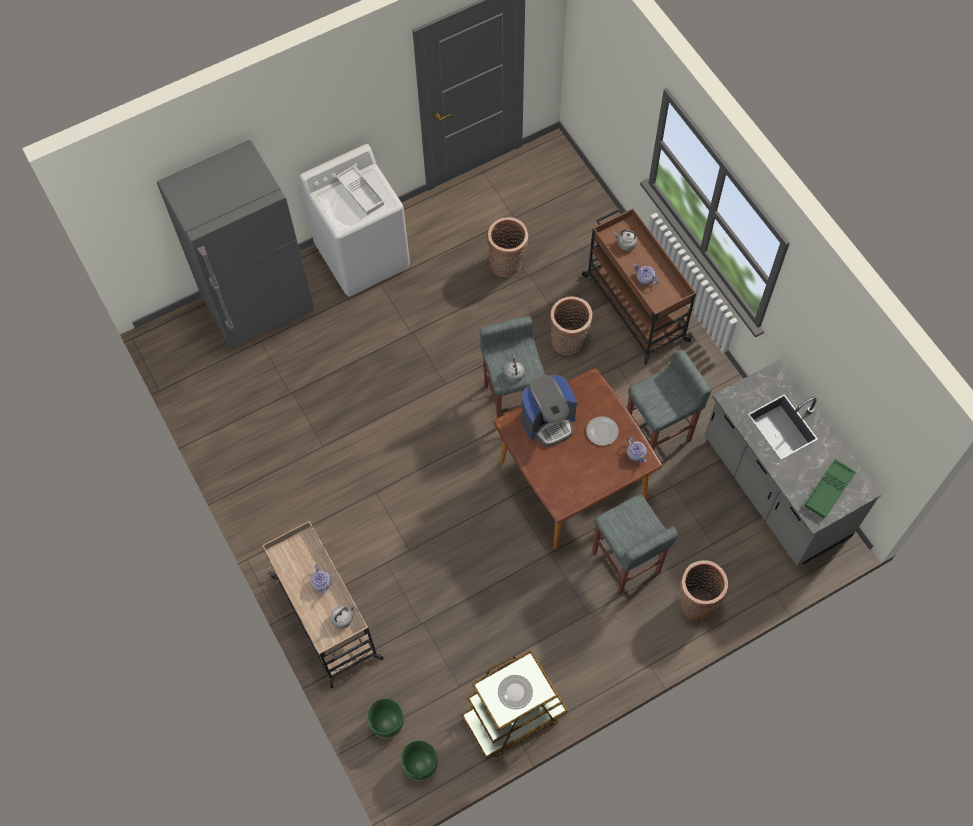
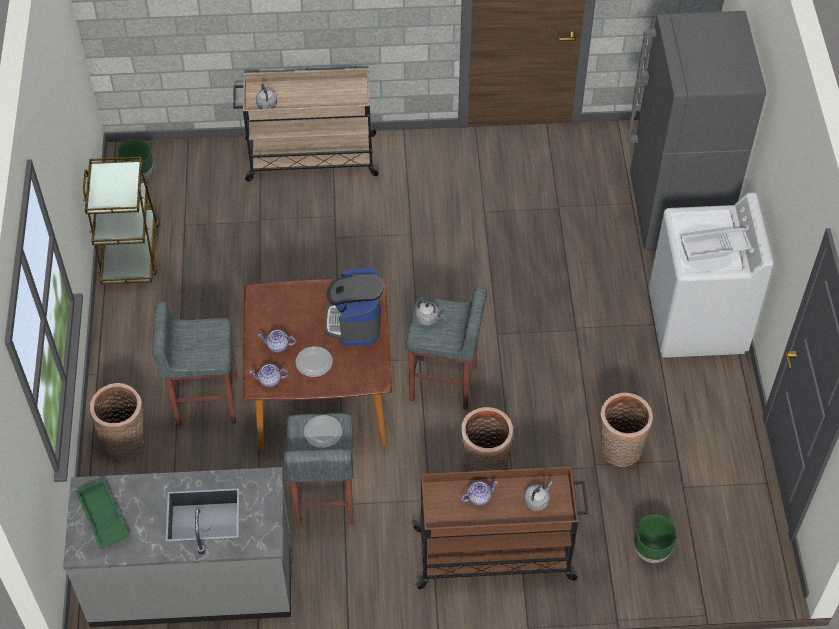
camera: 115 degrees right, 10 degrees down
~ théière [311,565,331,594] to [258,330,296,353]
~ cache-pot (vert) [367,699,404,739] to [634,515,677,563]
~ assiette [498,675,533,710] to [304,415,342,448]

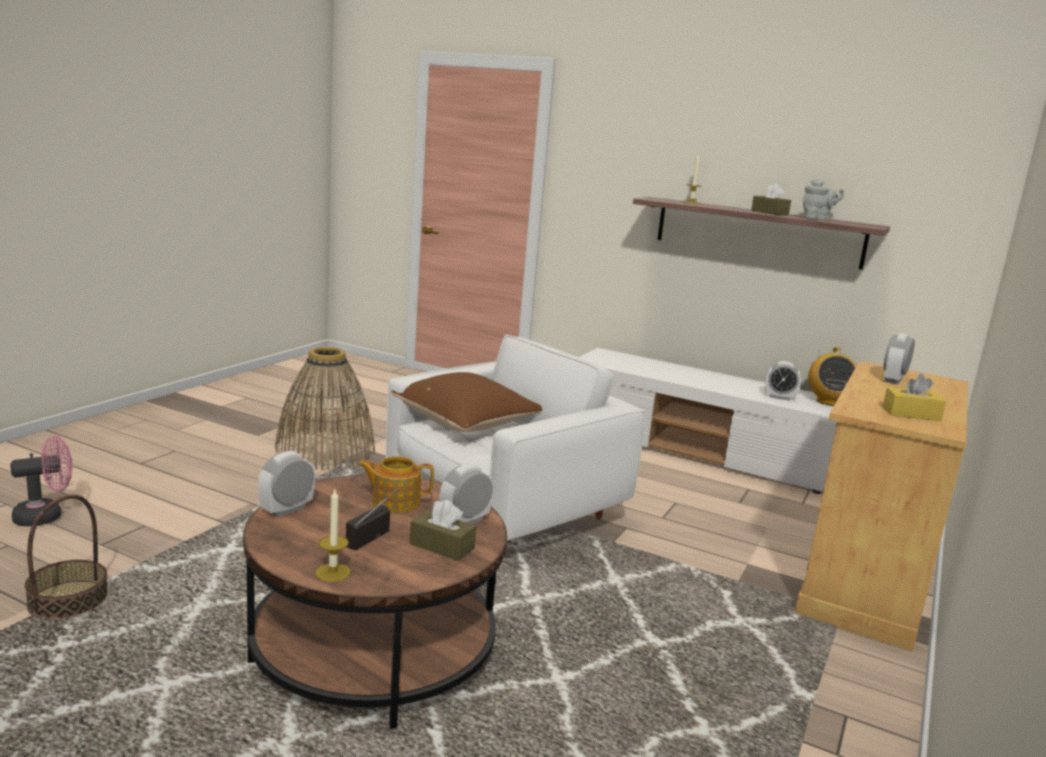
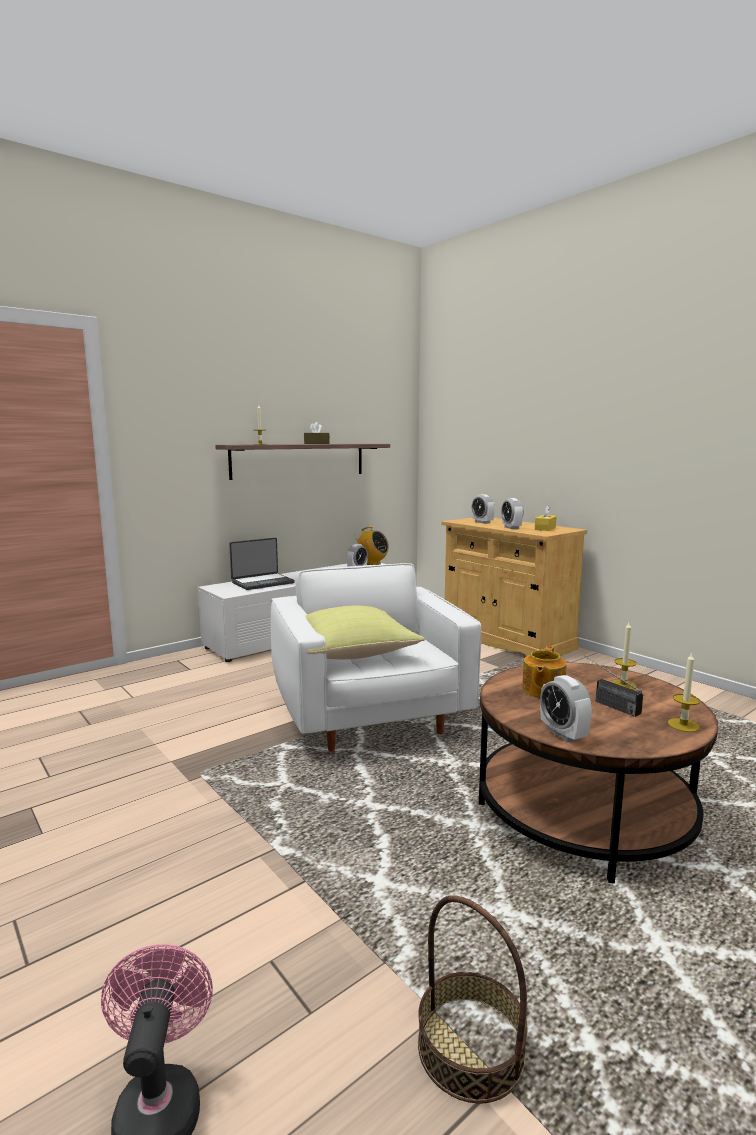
camera: 65 degrees left, 5 degrees down
- panier [275,347,375,470]
- théière (gris) [803,180,844,220]
+ ordinateur portable [229,538,295,590]
~ réveil [439,464,493,524] to [501,498,524,529]
~ boîte à mouchoirs (marron) [410,500,476,561] to bougie [611,622,637,690]
~ coussin (marron) [391,372,542,432] to coussin (jaune) [306,606,425,659]

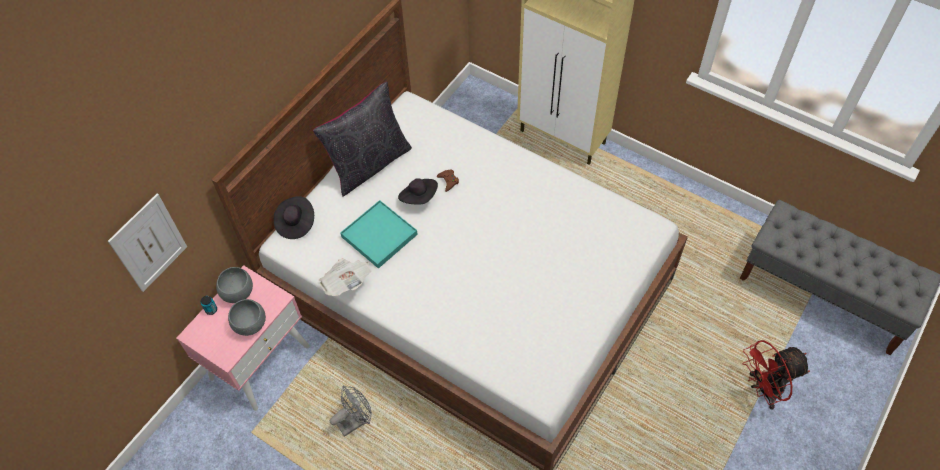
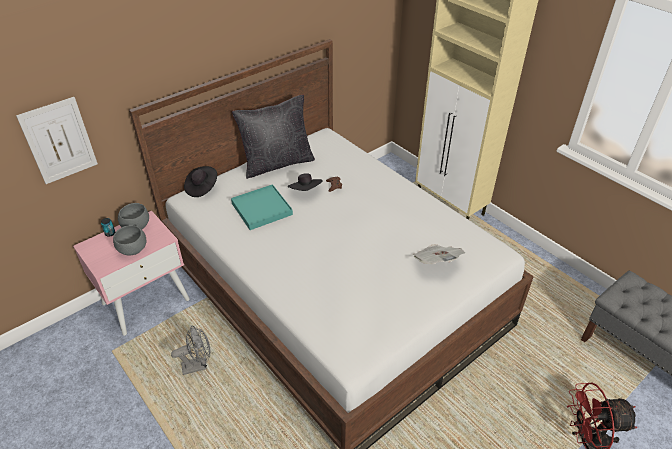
camera: 15 degrees right, 15 degrees down
~ journal [319,258,371,296] to [412,244,466,264]

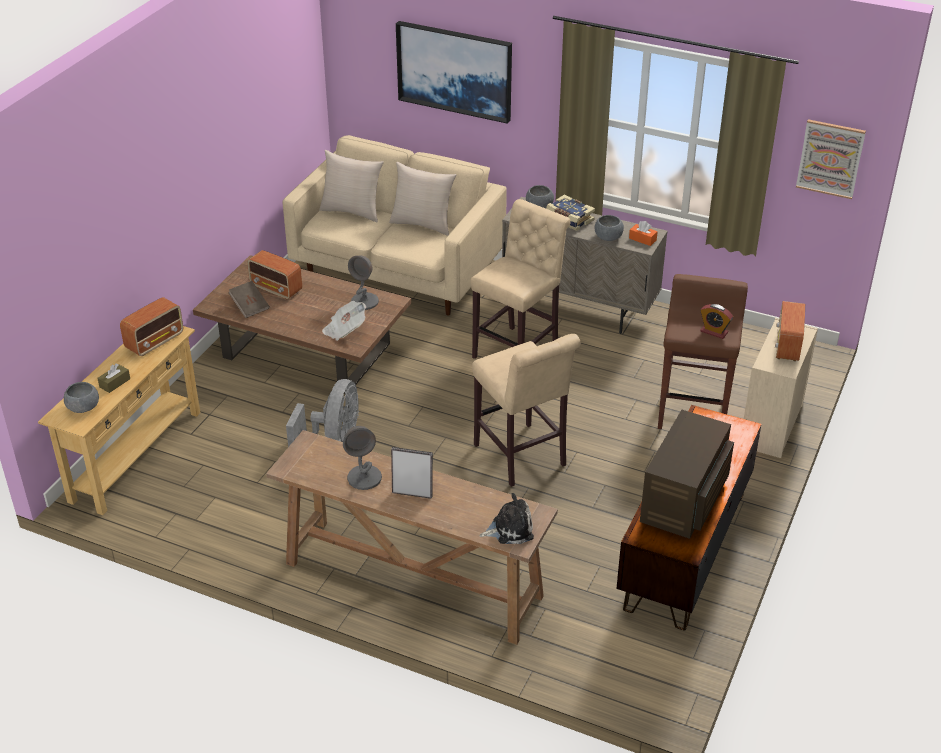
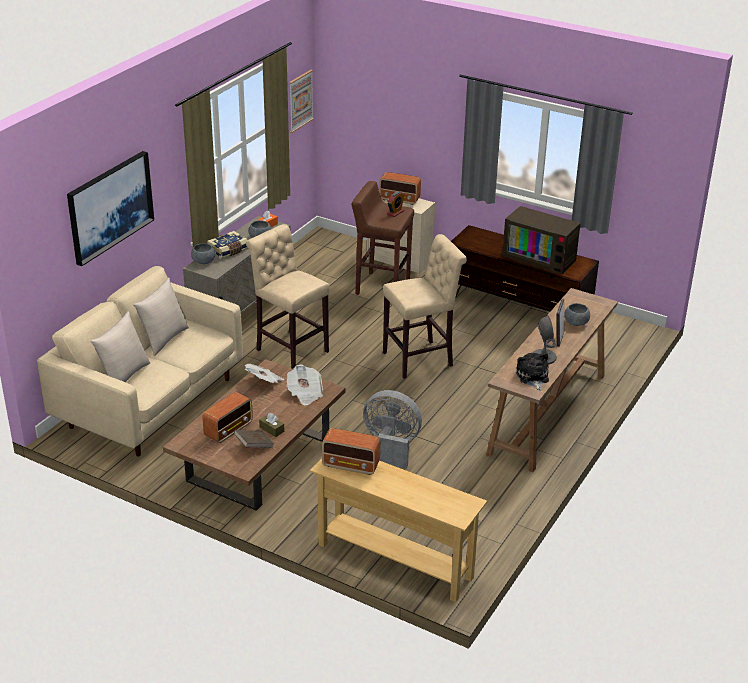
camera: 85 degrees left, 5 degrees down
~ bol (gris) [64,382,99,413] to [564,303,590,326]
~ boîte à mouchoirs (marron) [97,363,130,393] to [259,413,284,437]
~ peluche [479,493,534,544] to [516,353,549,391]
~ lampe de table (gris) [348,255,379,310] to journal [245,364,284,383]
~ radio [120,297,183,356] = [322,428,380,475] 150 degrees clockwise

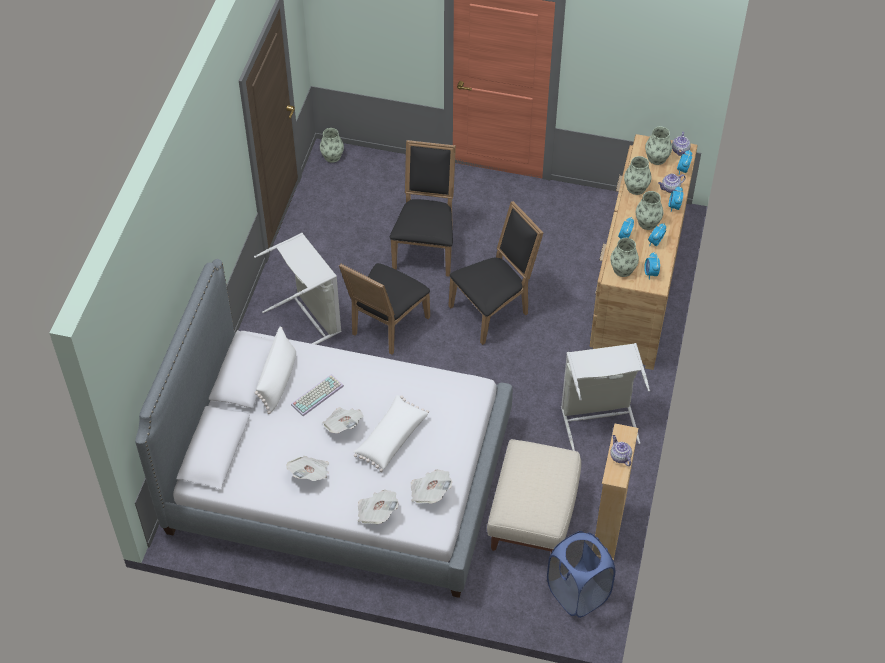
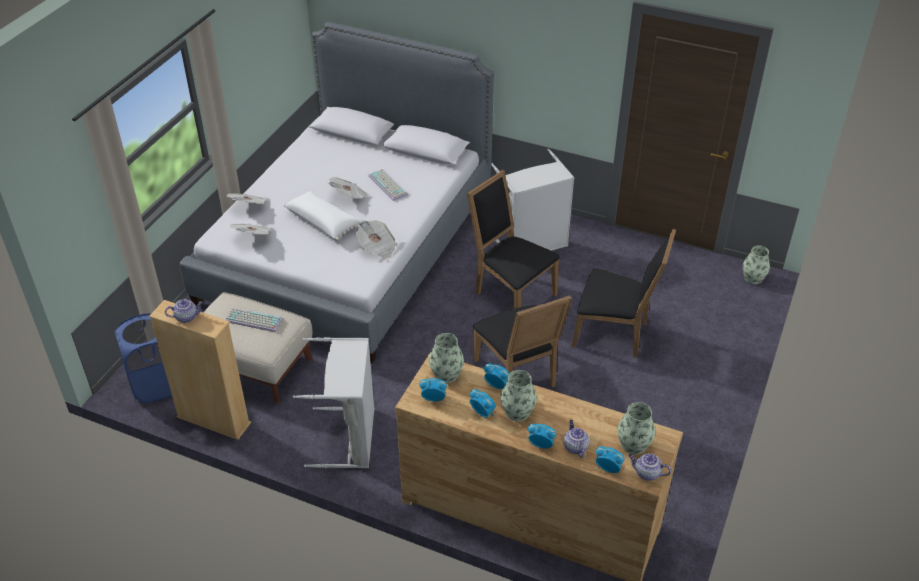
camera: 100 degrees right, 10 degrees down
- coussin (blanc) [255,327,296,414]
- vase [624,156,652,195]
+ clavier [224,307,283,332]
~ journal [286,456,329,481] to [356,220,398,260]

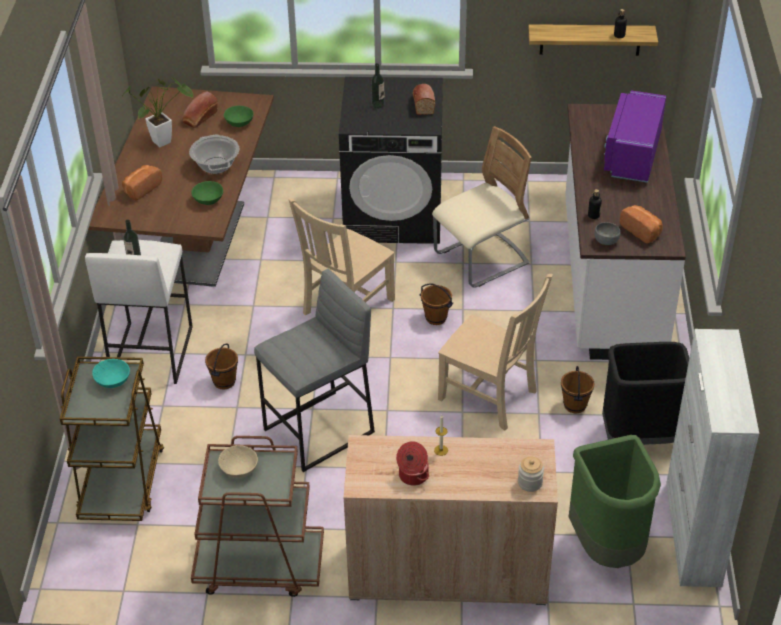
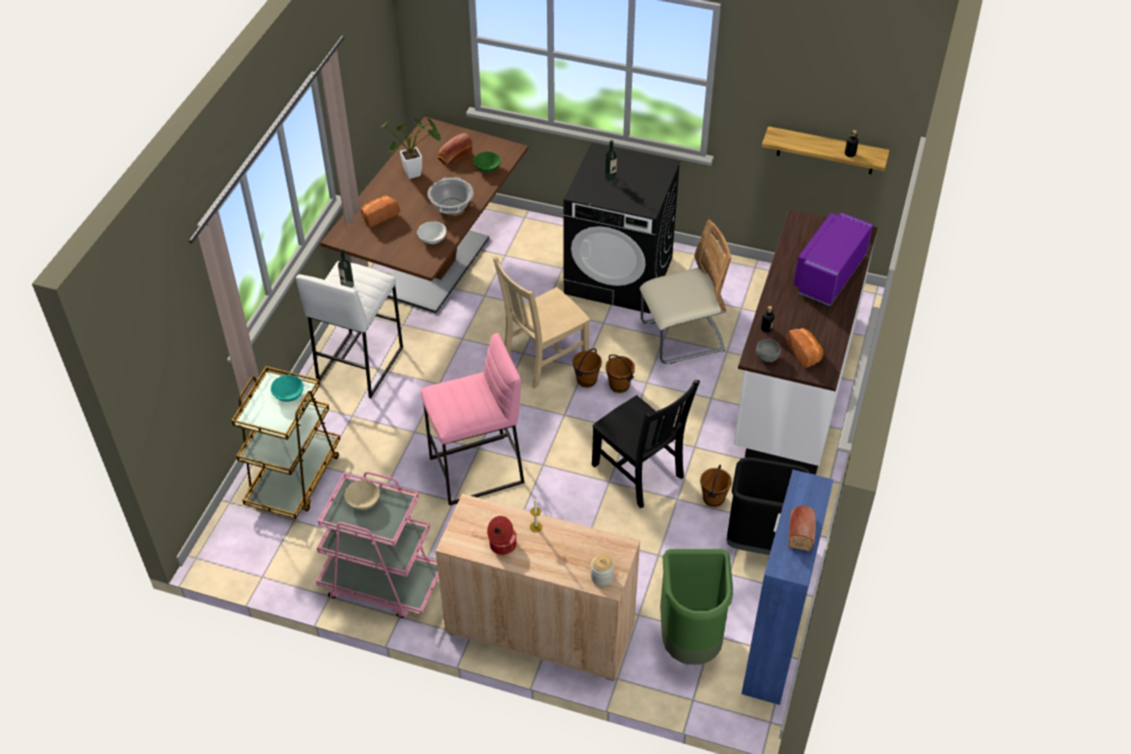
camera: 15 degrees right, 5 degrees up
~ seau (marron) [205,343,238,389] to [573,348,602,388]
~ pain [413,84,435,115] to [788,506,816,551]
~ chariot (marron) [191,436,324,597] to chariot (rose) [316,472,439,618]
~ bol (vert) [192,181,223,205] to bol (blanc) [417,221,446,244]
~ tabouret (gris) [254,269,375,472] to tabouret (rose) [421,333,525,506]
~ chaise (beige) [438,274,553,431] to chaise (noir) [592,380,700,508]
~ meuble de rangement (blanc) [666,329,759,587] to meuble de rangement (bleu) [742,470,834,705]

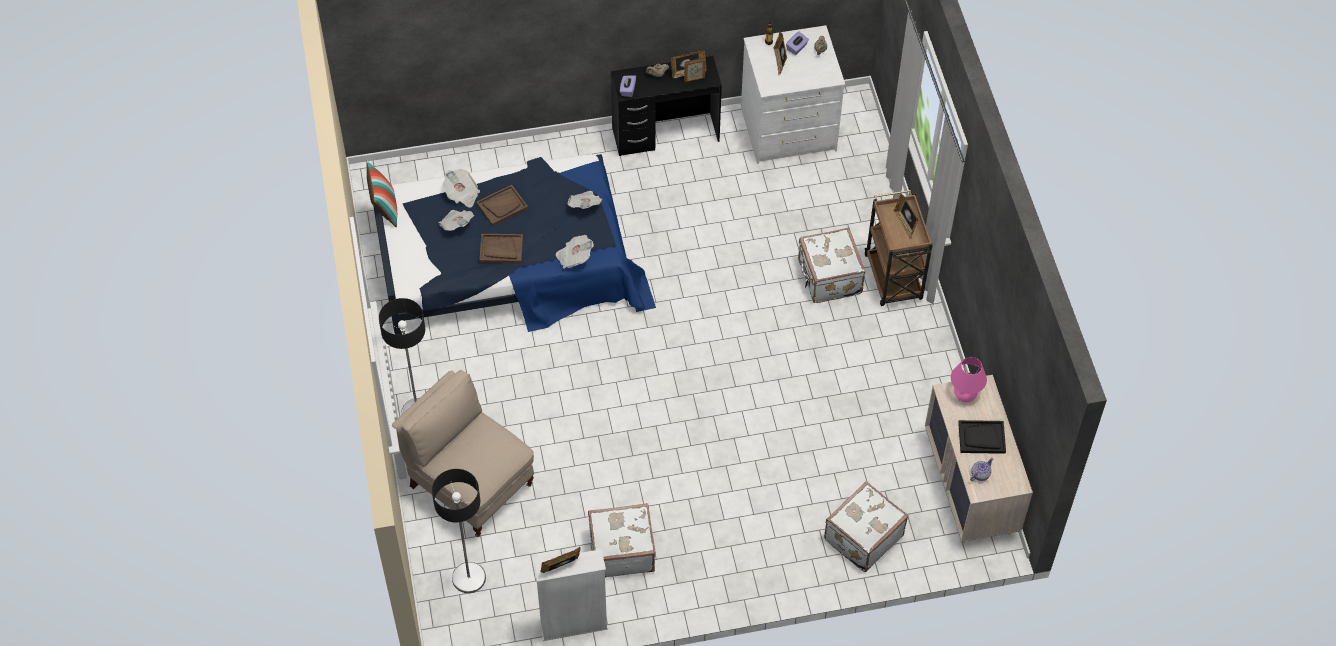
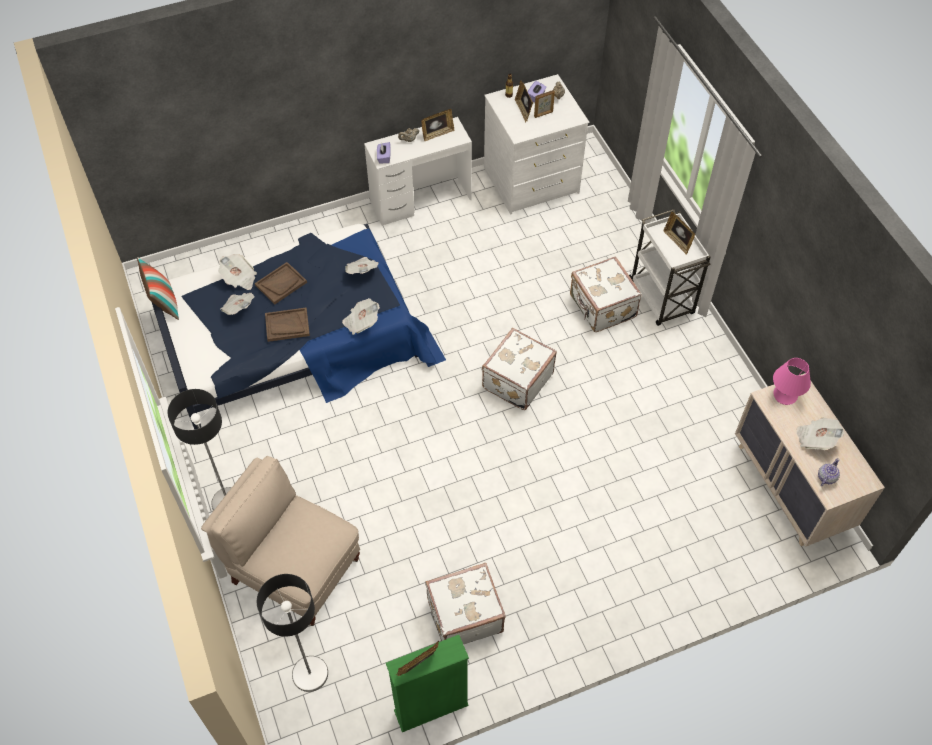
camera: 10 degrees left, 0 degrees up
~ cadre photo [684,58,706,82] to [534,90,555,118]
~ valise (blanc) [824,481,908,572] to [482,328,557,410]
~ plateau (noir) [958,420,1006,454] to journal [796,417,844,450]
~ bibliothèque (blanc) [533,549,608,641] to bibliothèque (vert) [386,635,469,732]
~ bureau (noir) [611,56,722,156] to bureau (blanc) [364,117,472,226]
~ chariot (marron) [865,190,933,306] to chariot (blanc) [629,209,711,326]

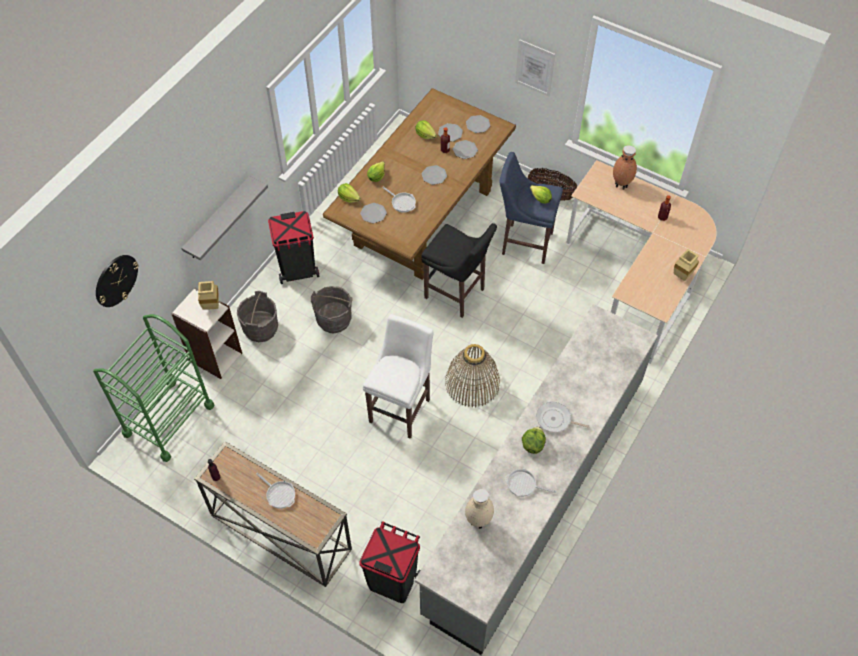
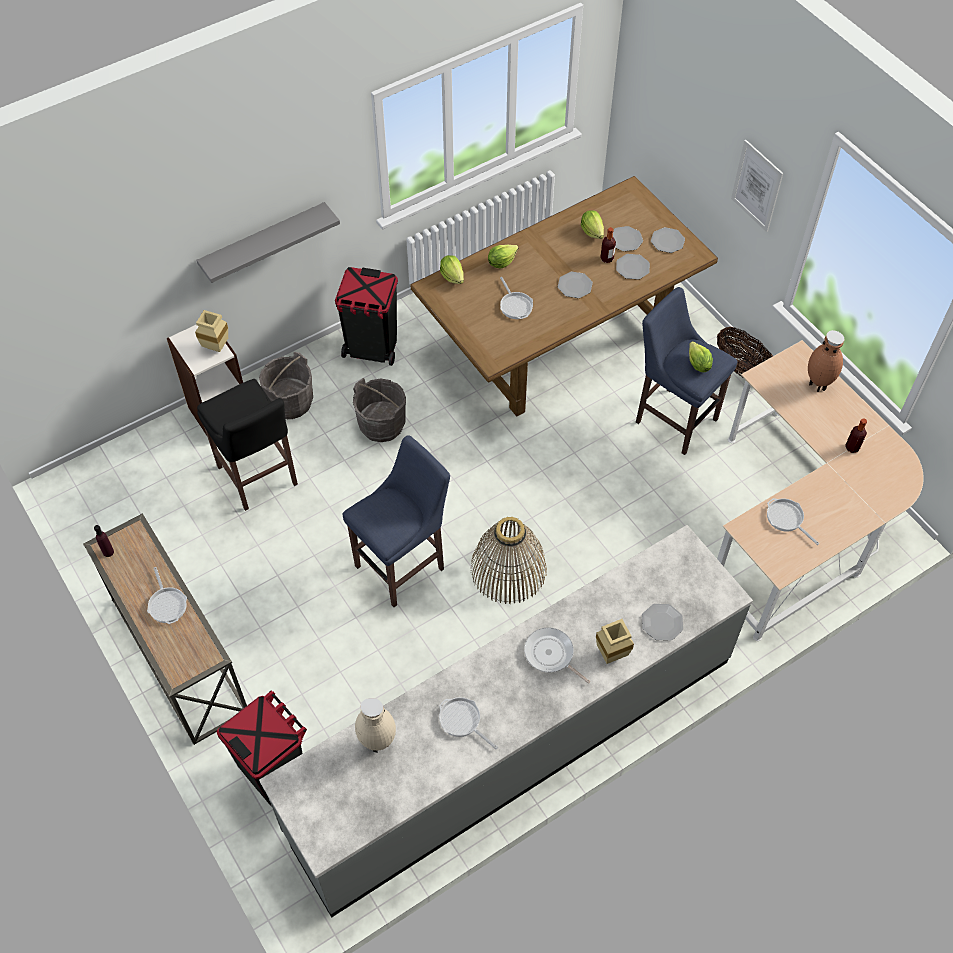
camera: 25 degrees right, 0 degrees up
- chariot (vert) [93,314,214,462]
- horloge murale [96,255,139,307]
- laitue [522,427,546,454]
+ poêle [767,498,819,545]
~ assiette [360,203,387,223] to [642,604,683,641]
~ tabouret (noir) [421,223,497,318] to [197,379,298,511]
~ vase (beige) [674,249,699,281] to [596,619,634,664]
~ tabouret (blanc) [363,314,433,439] to tabouret (bleu) [343,436,450,607]

